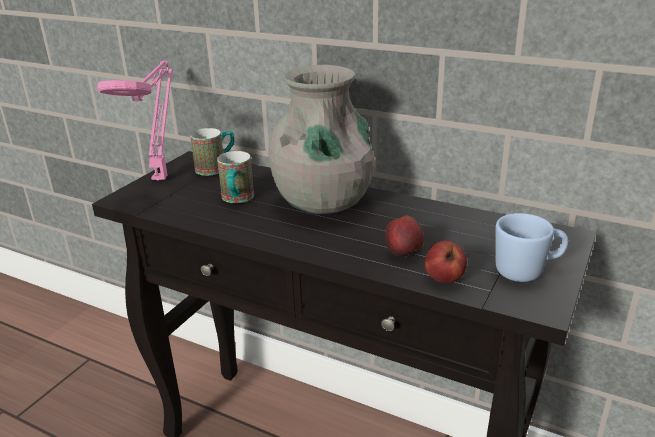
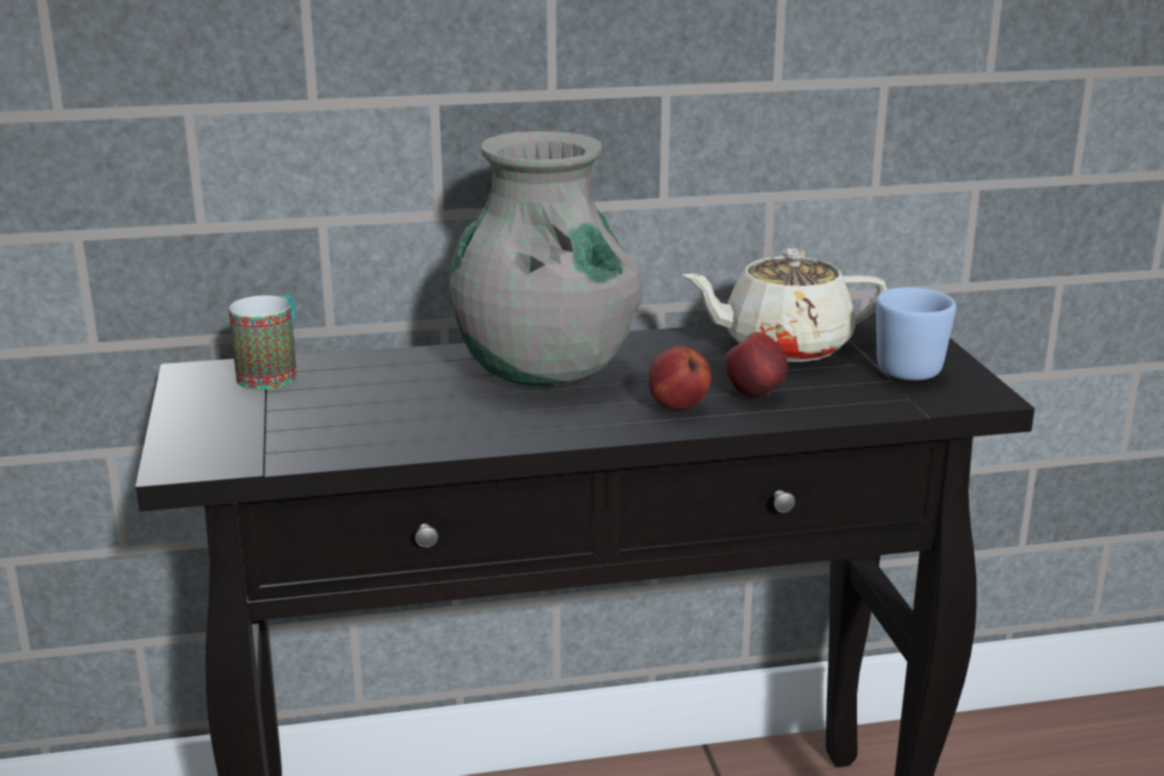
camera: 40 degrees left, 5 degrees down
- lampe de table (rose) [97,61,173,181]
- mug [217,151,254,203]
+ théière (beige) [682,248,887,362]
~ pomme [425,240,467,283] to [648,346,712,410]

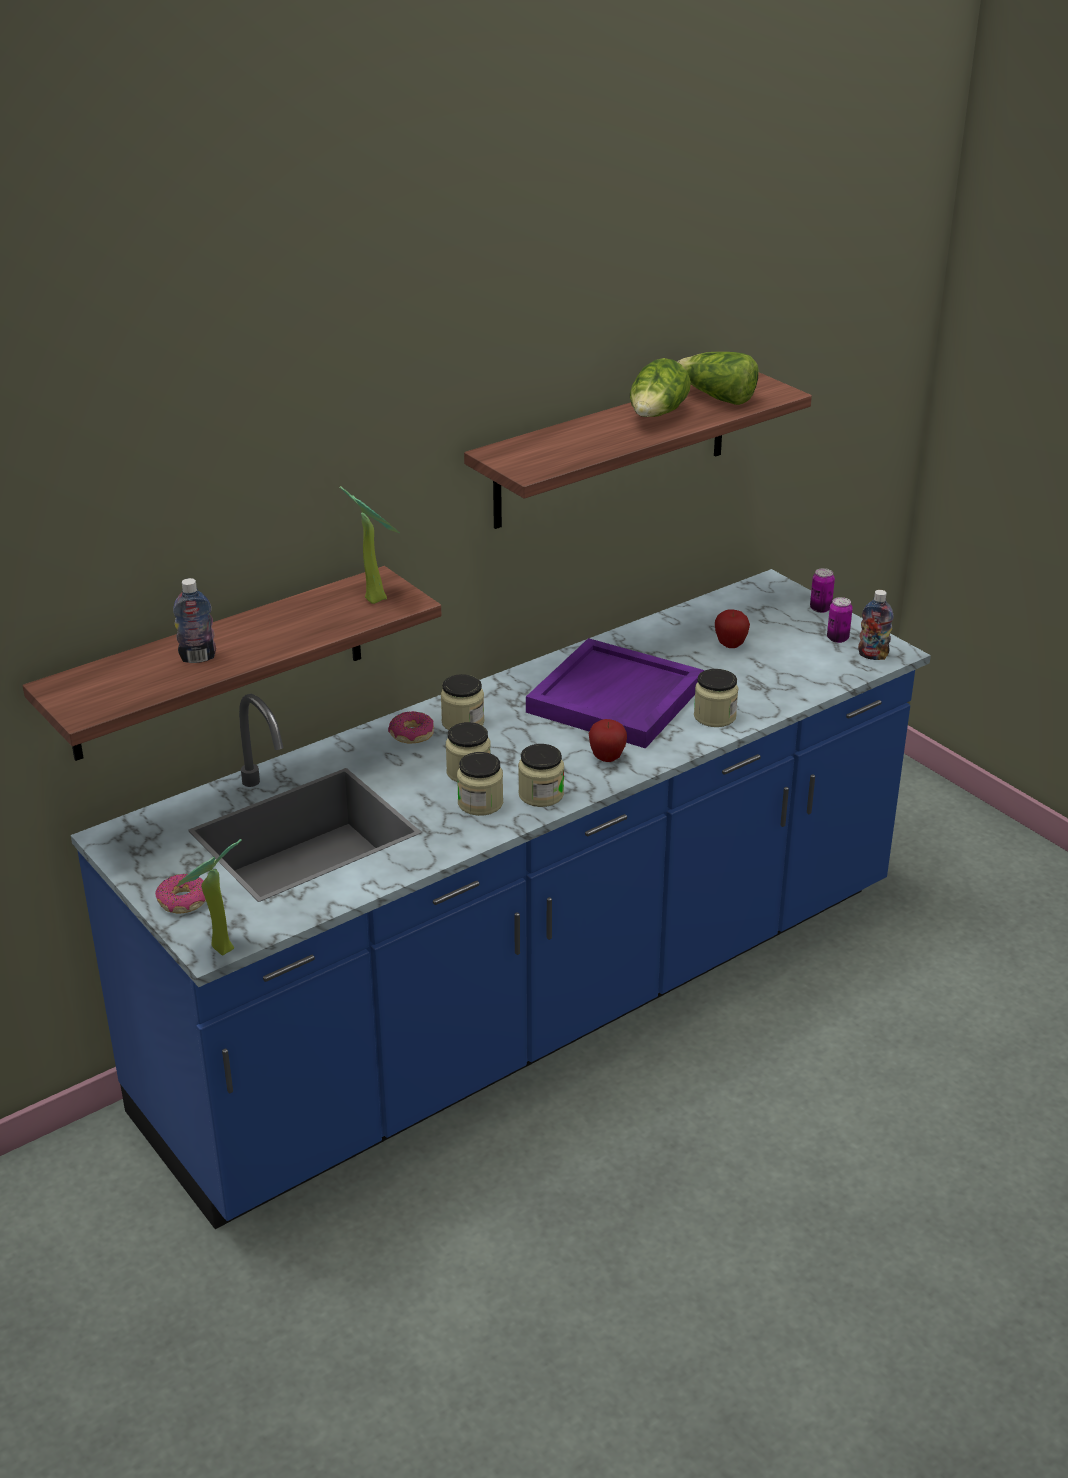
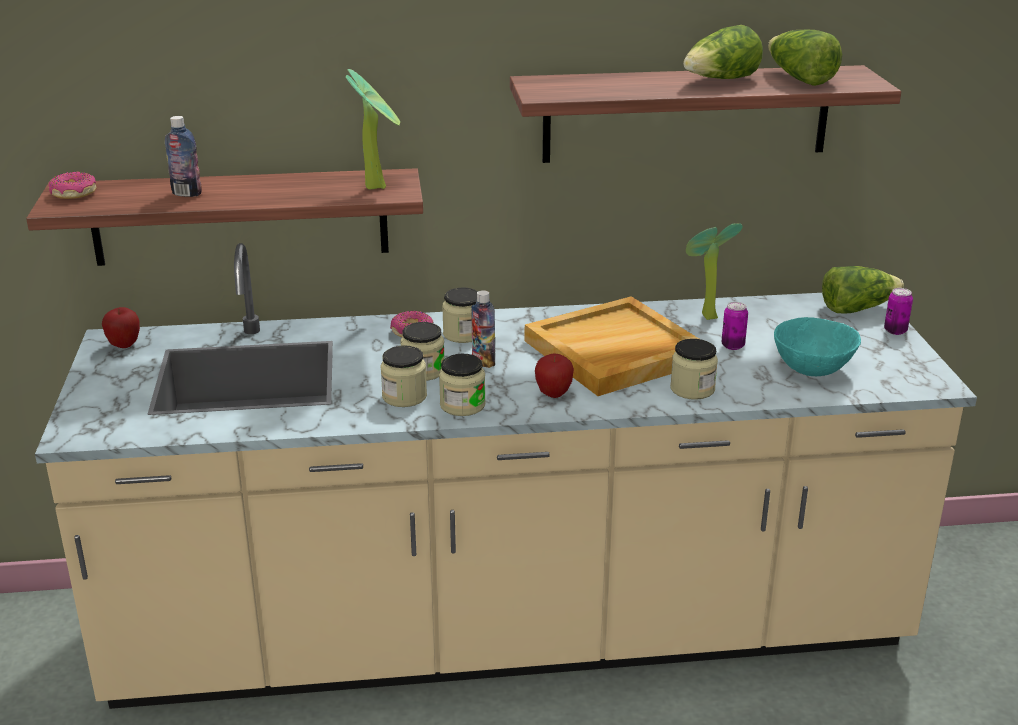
camera: 30 degrees right, 5 degrees down
+ bol (turquoise) [774,317,861,376]
+ laitue [822,266,904,313]
~ beignet [155,874,206,914] to [48,171,97,199]
~ plante en pot [177,839,242,956] to [686,223,743,320]
~ pomme [715,610,750,648] to [102,307,140,348]
~ boîte métallique [827,597,853,643] to [721,302,748,350]
~ bouteille [858,590,893,660] to [471,290,495,368]
~ comptoir de cuisine (bleu) [71,569,931,1229] to comptoir de cuisine (beige) [35,243,977,709]
~ plateau (violet) [526,638,704,748] to plateau (beige) [525,296,699,396]

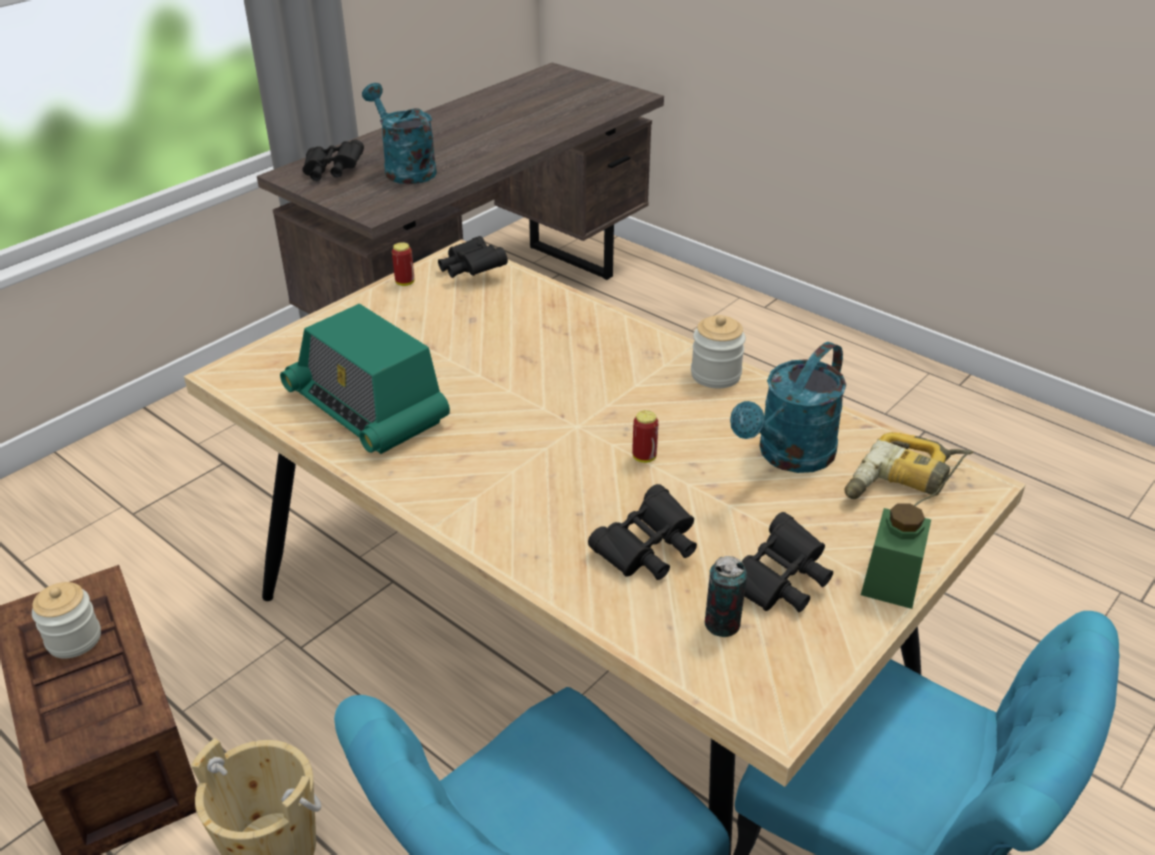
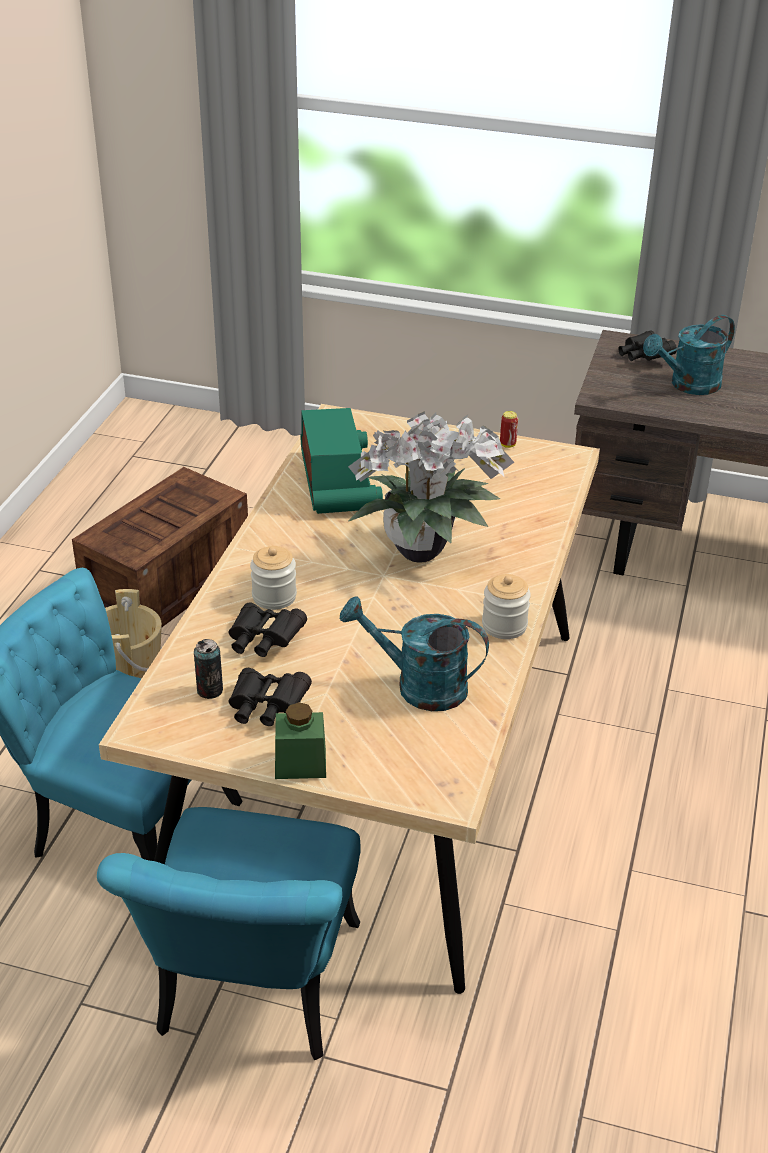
camera: 65 degrees right, 0 degrees up
- jumelles (noir) [438,236,508,278]
- boîte métallique [632,410,659,463]
- perceuse [845,432,973,506]
+ plante en pot [348,411,514,563]
~ bocal [32,582,101,659] to [250,546,297,610]
~ radio [280,304,450,454] = [301,408,383,514] 150 degrees clockwise
~ arrosoir (turquoise) [362,83,437,184] = [643,315,735,395] 150 degrees counterclockwise

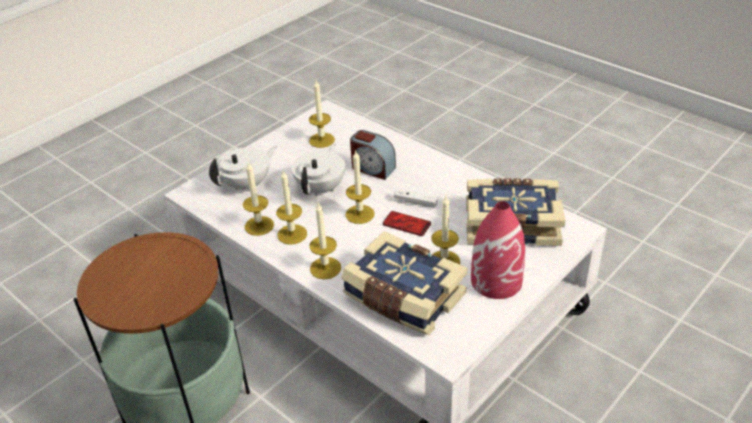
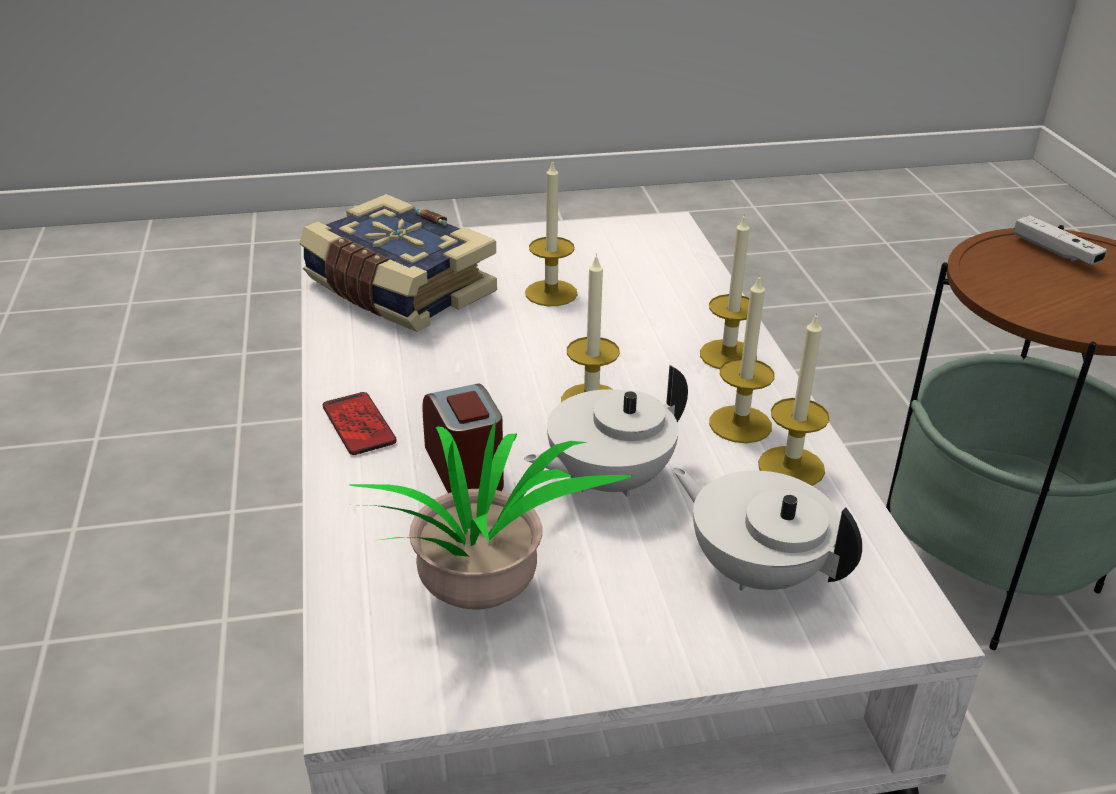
camera: 145 degrees left, 5 degrees down
- livre [341,231,467,336]
- vase (rouge) [471,201,525,299]
~ téléphone [383,211,431,236] to [323,392,397,455]
~ manette (blanc) [394,189,438,208] to [1014,215,1107,265]
~ bougie [309,80,335,148] to plante en pot [349,420,635,609]
~ théière (blanc) [209,146,277,190] = [673,468,862,591] 45 degrees clockwise

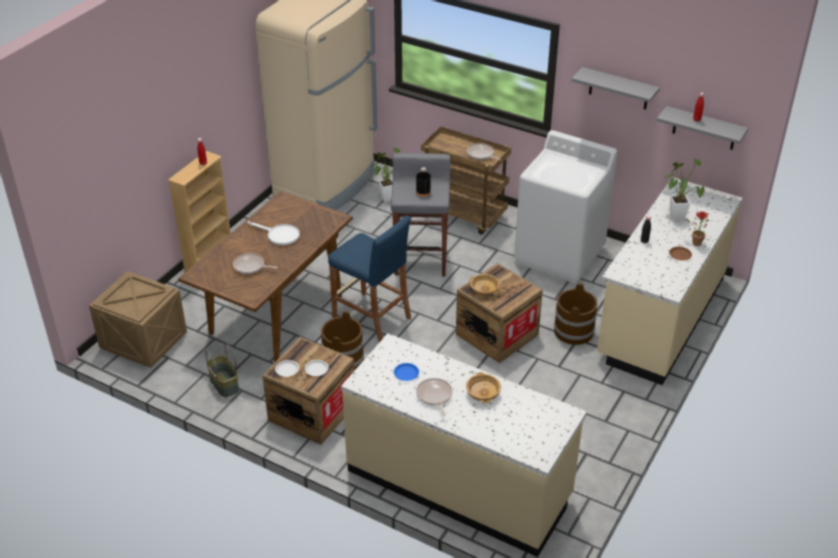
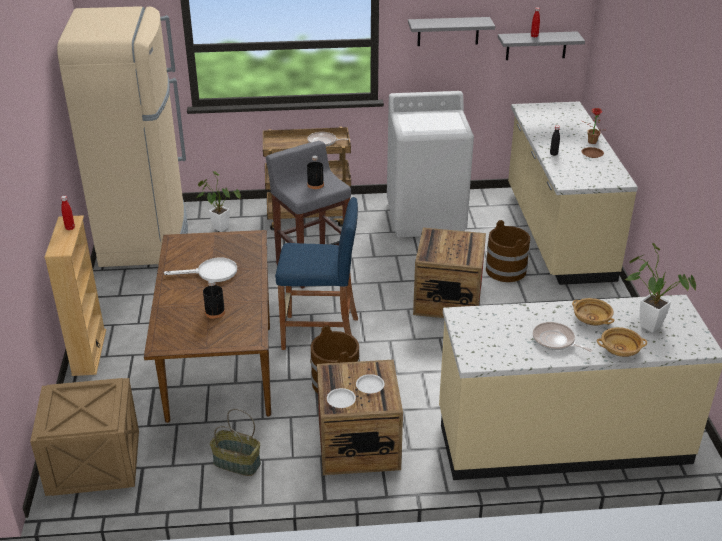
camera: 35 degrees left, 5 degrees down
- assiette (bleu) [394,363,419,381]
~ bol (beige) [469,274,501,295] to [597,327,647,357]
~ plante en pot [665,159,705,221] to [625,243,696,333]
~ poêle [233,253,277,274] to bouteille (noir) [203,280,225,319]

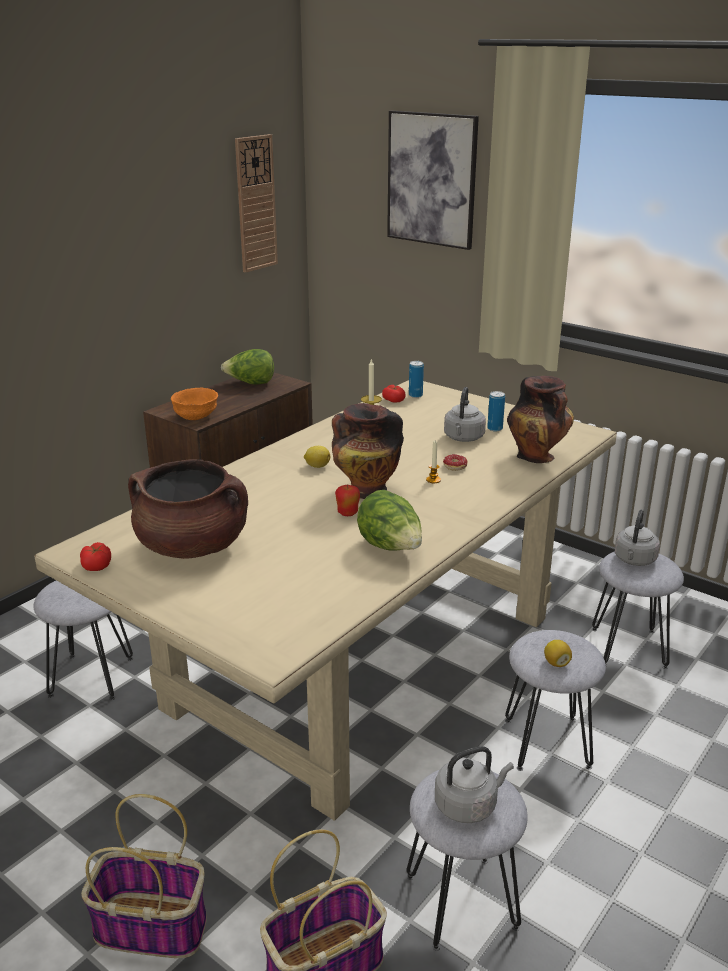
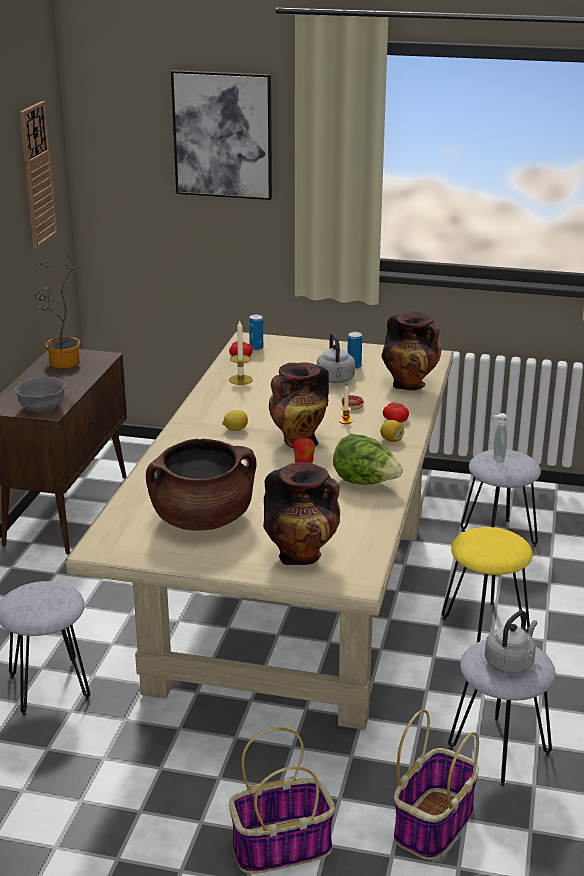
camera: 25 degrees left, 0 degrees up
+ vase [263,462,340,565]
~ tomate [80,542,111,571] to [383,402,409,423]
~ citron [544,640,572,667] to [380,420,404,442]
~ laitue [221,349,274,385] to plante en pot [34,254,81,368]
~ bouilloire (gris) [615,509,660,566] to distributeur de savon [493,413,507,463]
~ bol (orange) [171,388,218,420] to bol (gris) [15,376,66,413]
~ tabouret (gris) [505,630,606,771] to tabouret (jaune) [442,527,533,642]

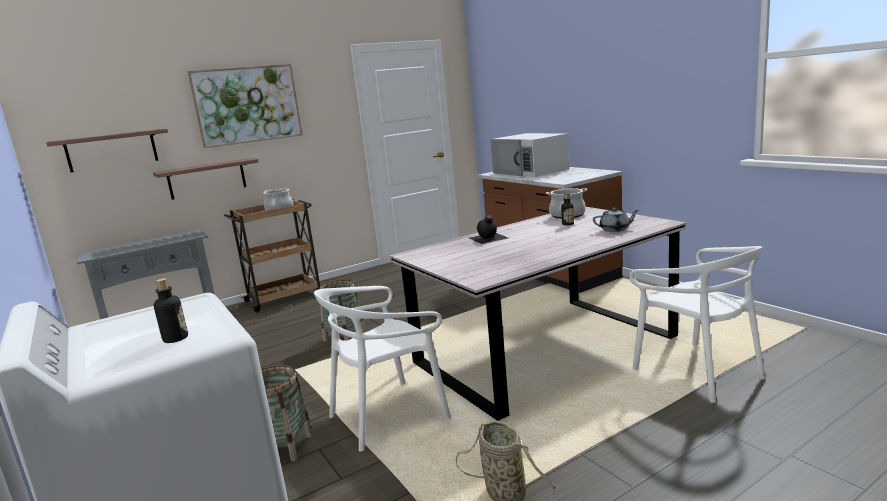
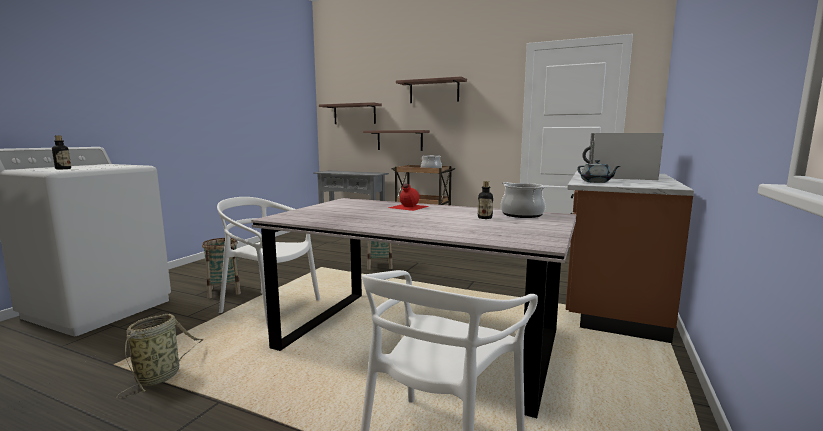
camera: 55 degrees right, 5 degrees down
~ théière (gris) [593,207,639,232] to [577,160,620,183]
~ tableau [188,64,303,148] to étagère [396,77,467,103]
~ bouteille (noir) [469,215,508,244] to bouteille (rouge) [389,184,429,211]

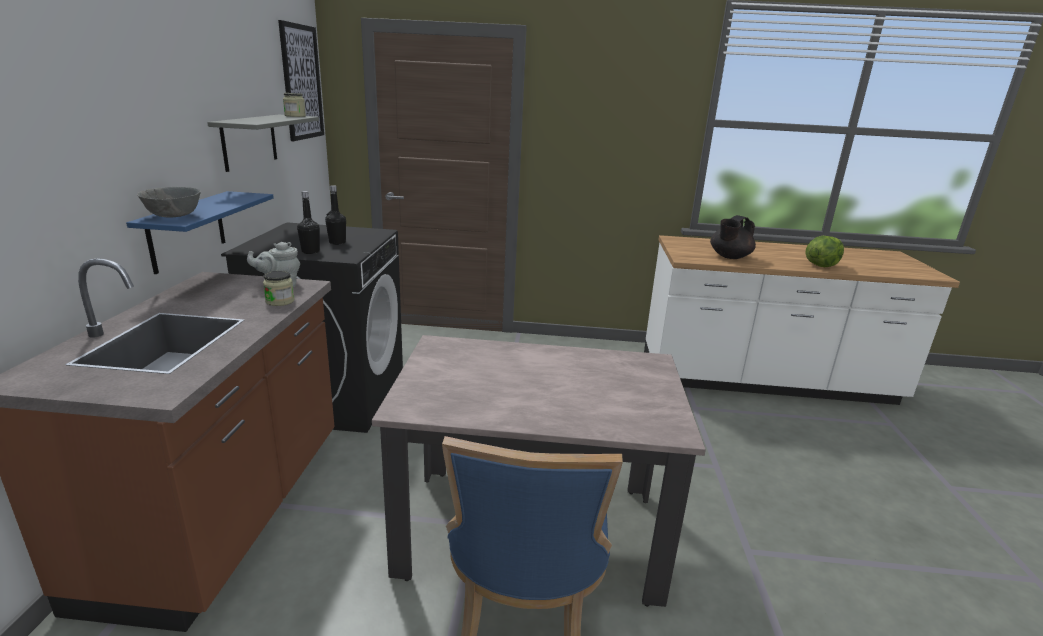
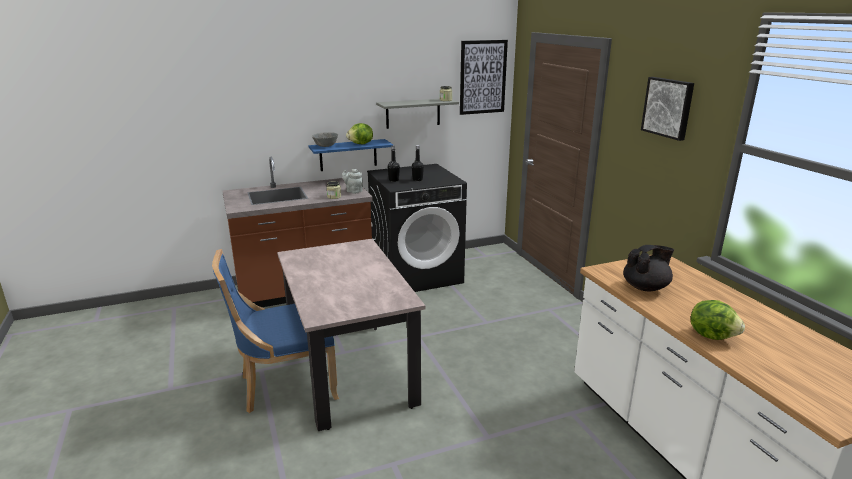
camera: 65 degrees right, 0 degrees up
+ laitue [346,123,373,144]
+ tableau [641,77,694,141]
~ théière (noir) [710,215,756,259] = [623,245,674,291] 135 degrees clockwise

